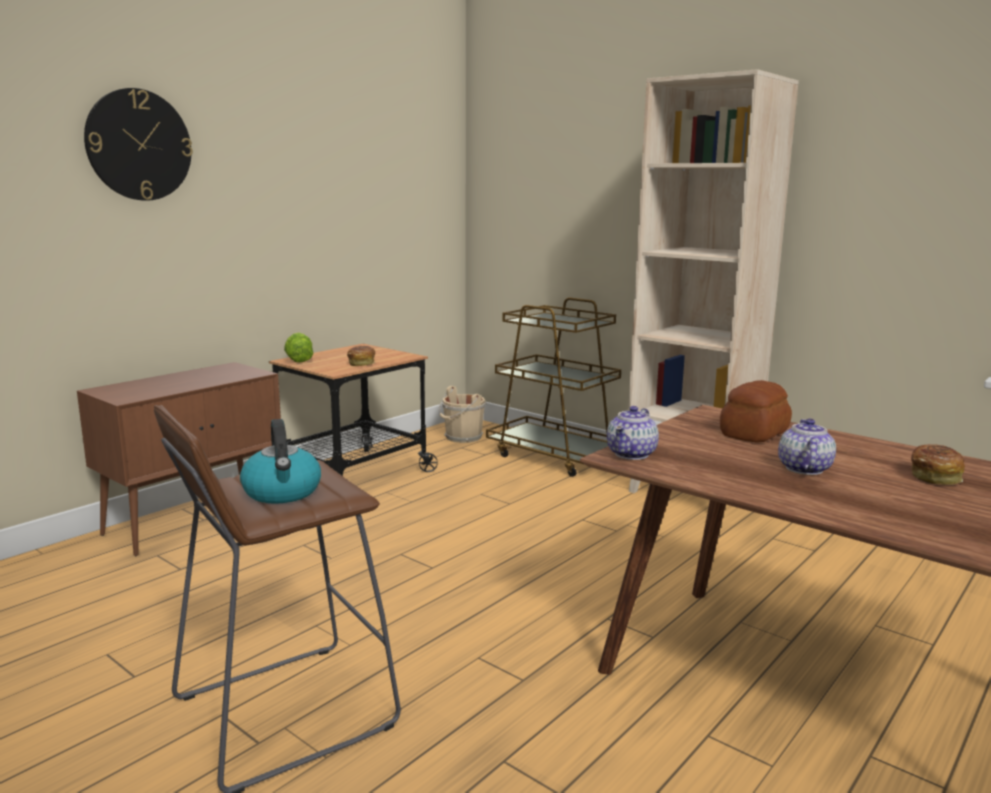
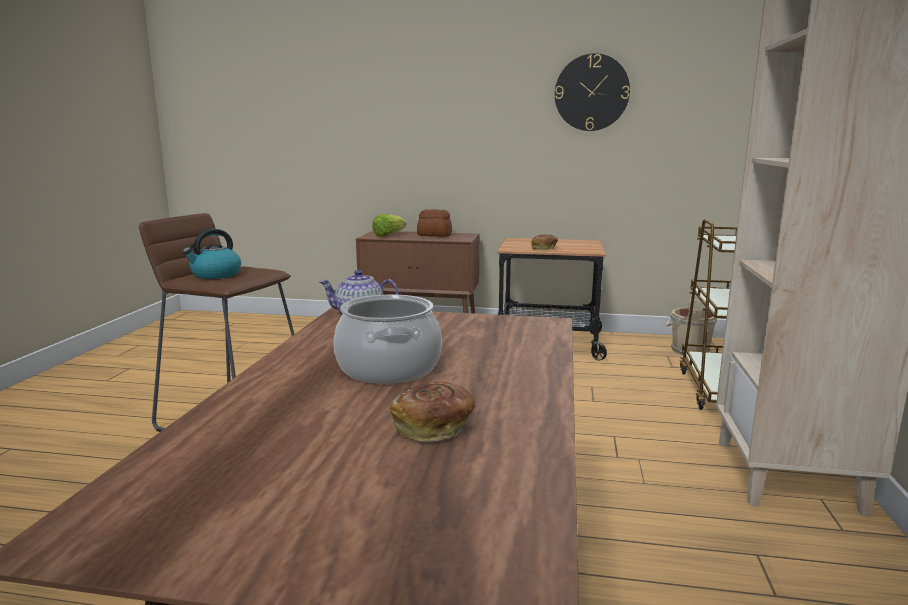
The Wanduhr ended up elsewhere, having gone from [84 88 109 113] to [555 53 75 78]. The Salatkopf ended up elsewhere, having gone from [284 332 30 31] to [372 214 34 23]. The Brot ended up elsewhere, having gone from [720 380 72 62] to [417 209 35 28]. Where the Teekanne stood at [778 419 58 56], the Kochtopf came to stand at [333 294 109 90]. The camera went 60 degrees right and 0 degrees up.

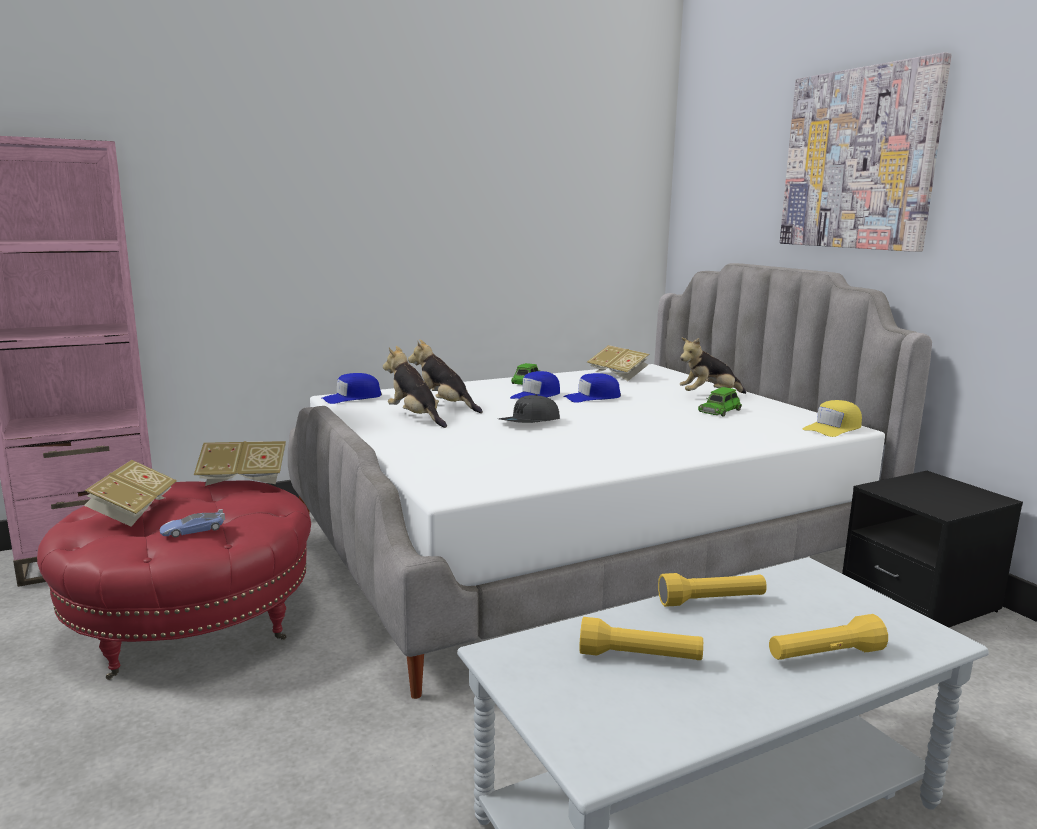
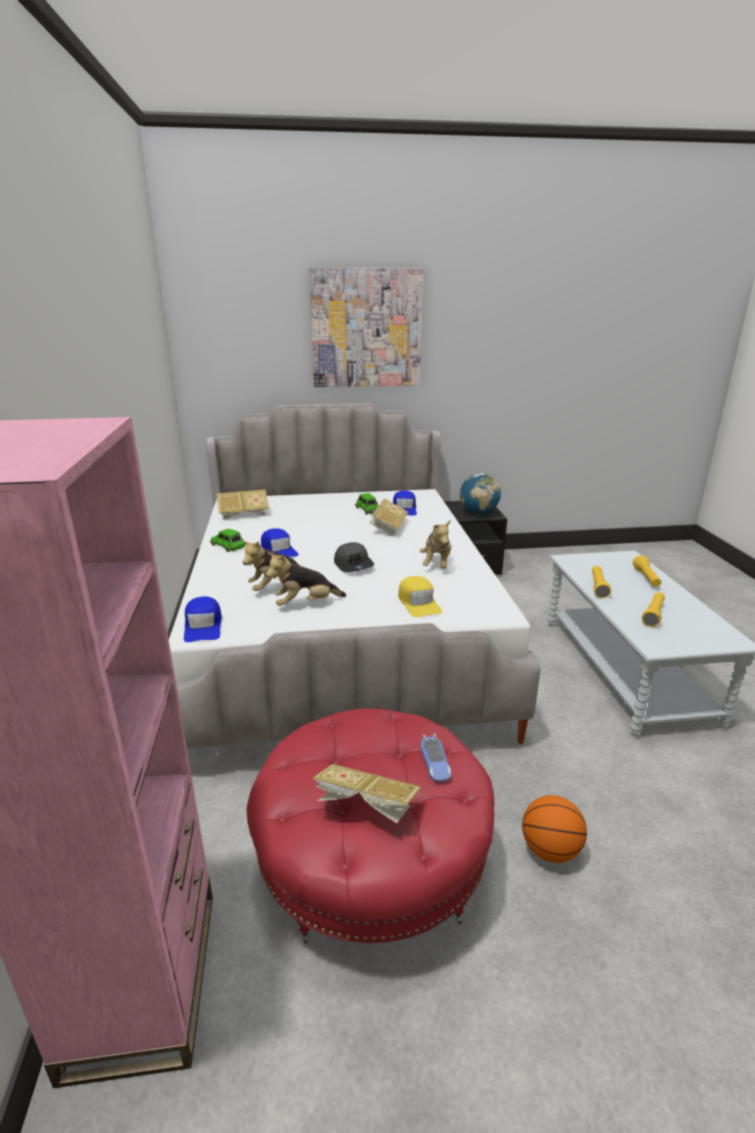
The Buch ended up elsewhere, having gone from [194 441 92 45] to [369 498 39 38]. The Kappe (blau) ended up elsewhere, having gone from [563 373 58 30] to [393 490 24 26]. The Plüschtier ended up elsewhere, having gone from [680 338 66 56] to [420 521 31 47]. The Kappe (gelb) ended up elsewhere, having gone from [803 400 59 37] to [398 576 44 42]. The second view gained the Globus at [460 473 41 41]. The second view gained the Basketball at [522 795 65 68]. The camera went 70 degrees left and 10 degrees up.

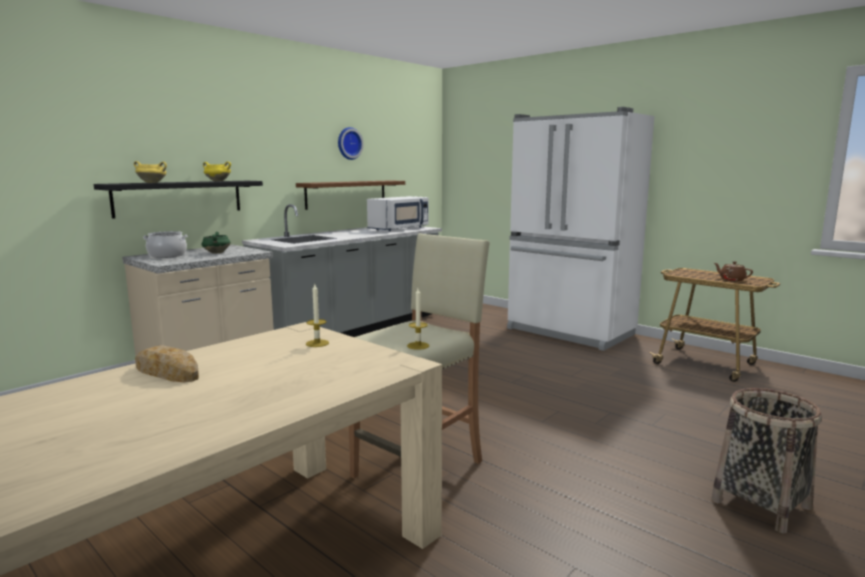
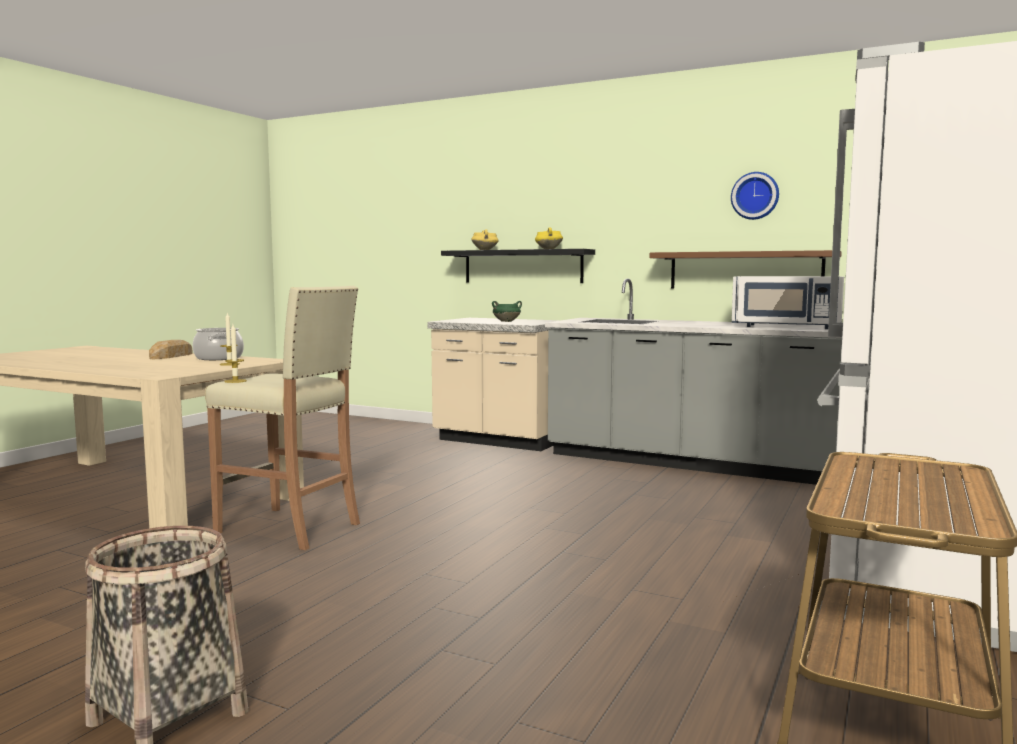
The Kochtopf ended up elsewhere, having gone from [143 231 45 27] to [193 328 51 32]. The second view lost the Teekanne (braun) at [714 262 39 19]. The camera went 75 degrees right and 5 degrees down.

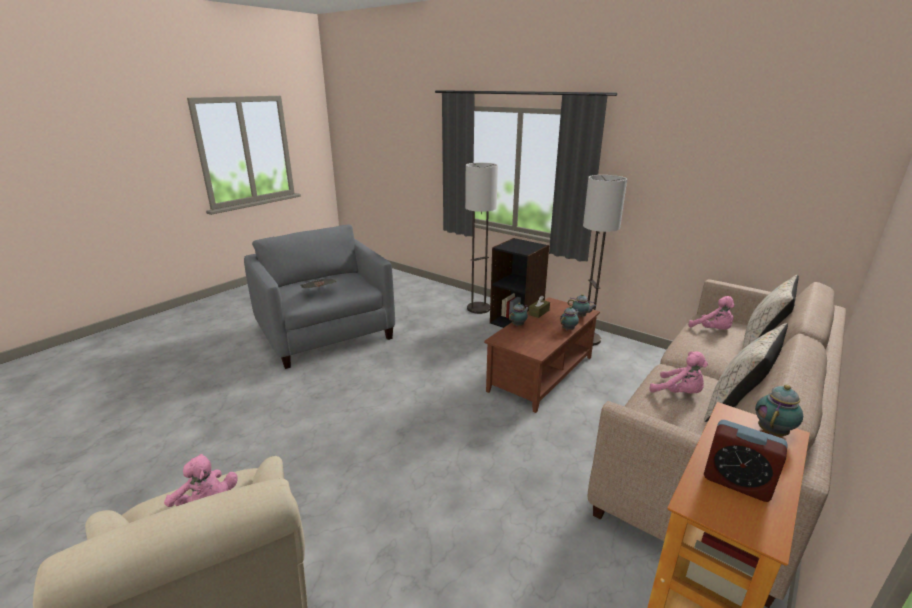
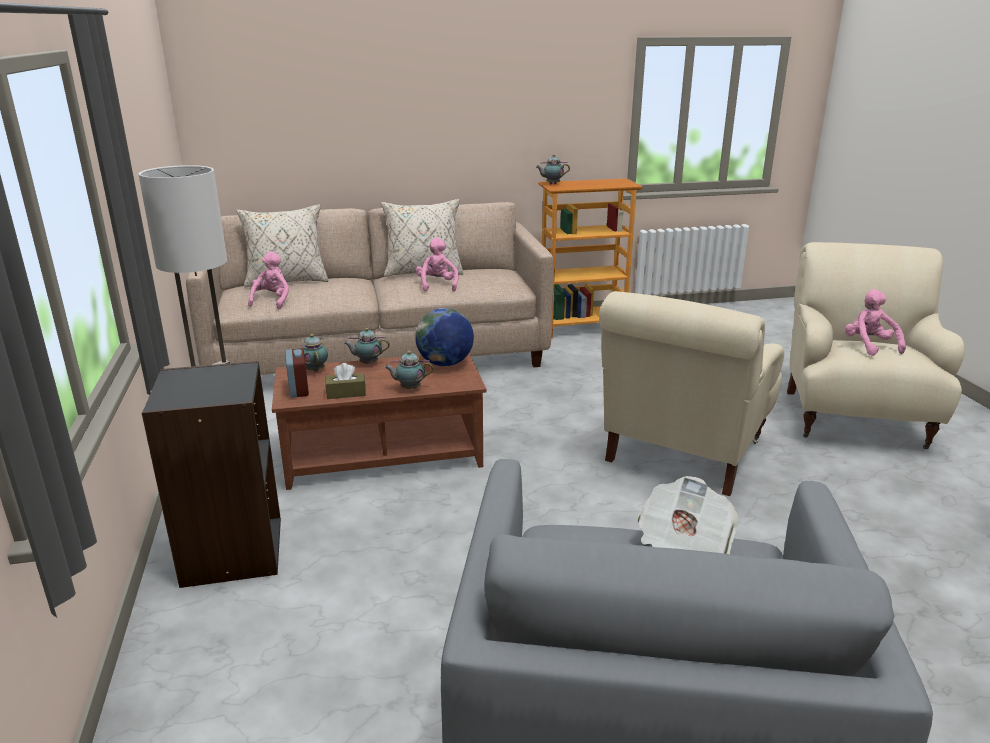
The second view lost the Stehlampe at [465 163 33 151]. The Wecker ended up elsewhere, having gone from [704 420 84 82] to [285 348 24 50]. The second view gained the Globus at [415 308 59 58]. The second view gained the Sessel (beige) at [599 291 185 205]. The camera went 140 degrees left and 0 degrees up.

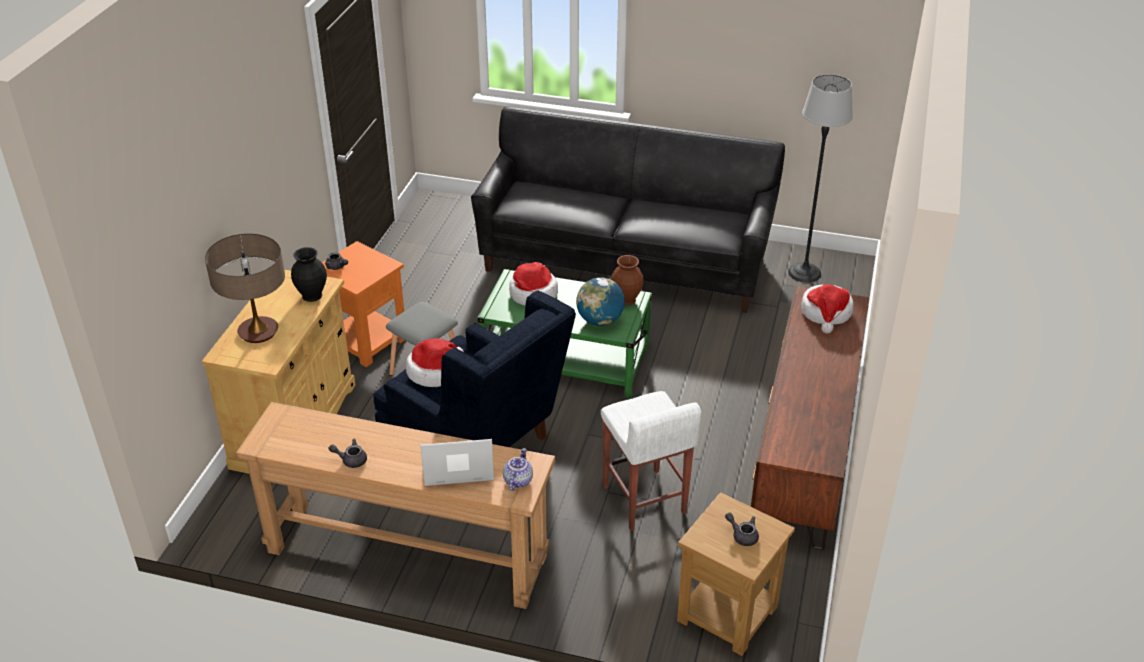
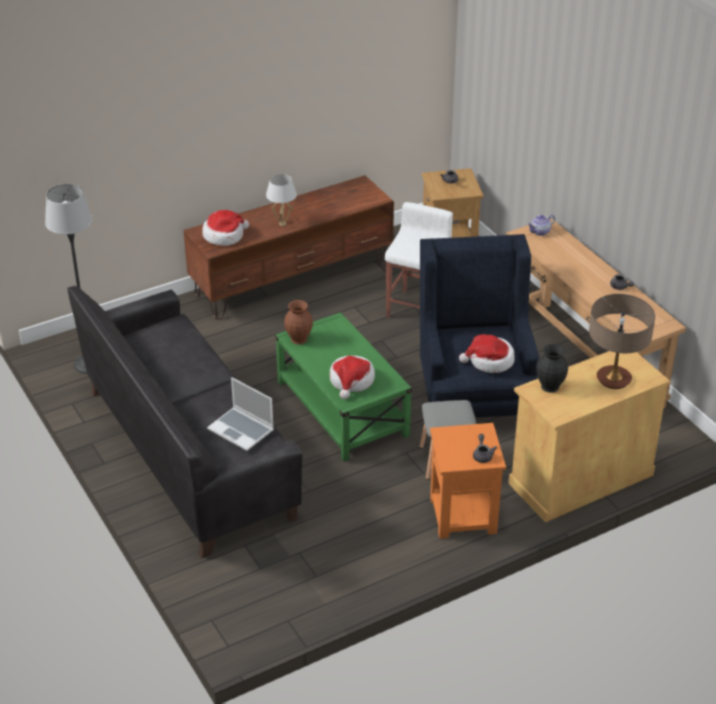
The Laptop ended up elsewhere, having gone from [420 439 74 47] to [207 377 67 74]. The second view lost the Globus at [576 277 49 49]. The second view gained the Tischlampe (weiß) at [266 174 31 52]. The camera went 135 degrees left and 0 degrees up.

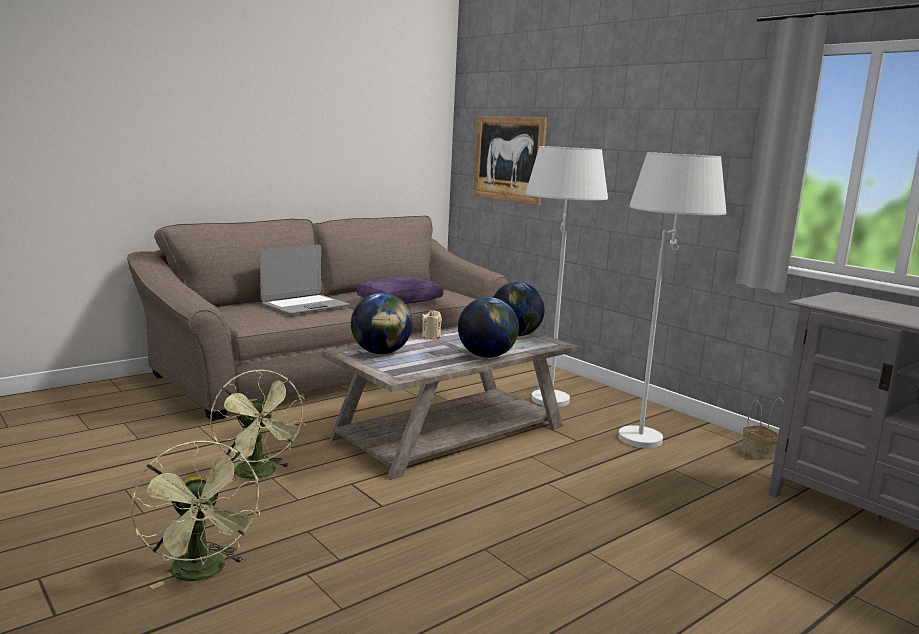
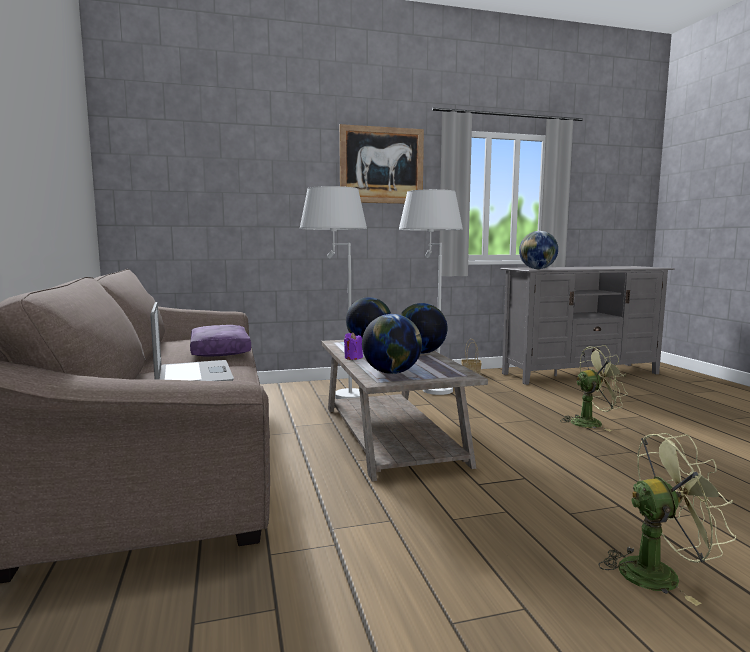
The Ventilator (grün) ended up elsewhere, having gone from [210 370 96 113] to [560 345 68 86]. What was the Kerze (beige) at [422 310 20 29] turned into the Kerze (lila) at [344 332 19 28]. The Bild ended up elsewhere, having gone from [473 116 74 90] to [339 124 85 80]. The second view gained the Globus at [519 231 39 38]. The camera went 65 degrees left and 5 degrees down.

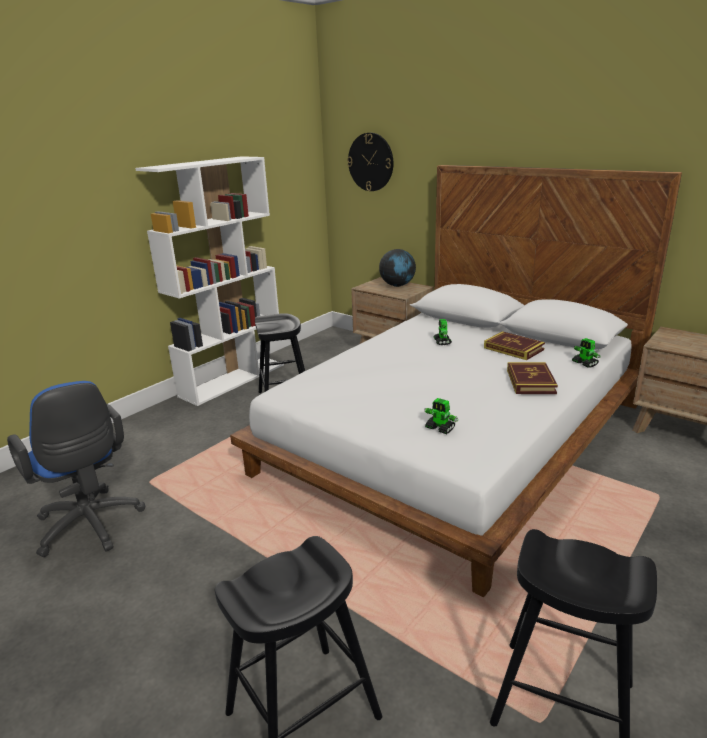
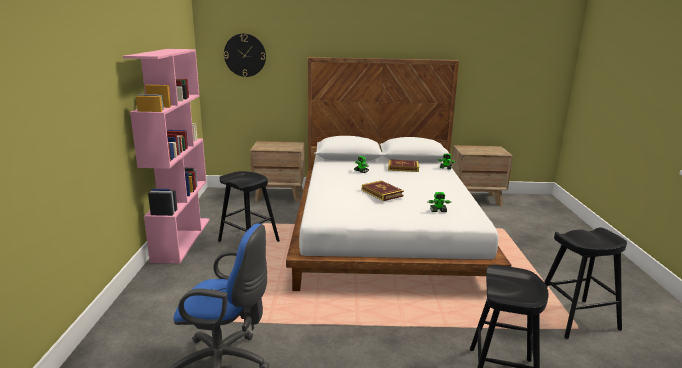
What was the Bücherregal (weiß) at [135 156 149 250] turned into the Bücherregal (rosa) at [123 49 87 215]. The second view lost the Globus at [379 249 37 38]. The Buch ended up elsewhere, having gone from [507 362 51 32] to [362 181 42 20]. The camera went 40 degrees left and 5 degrees down.

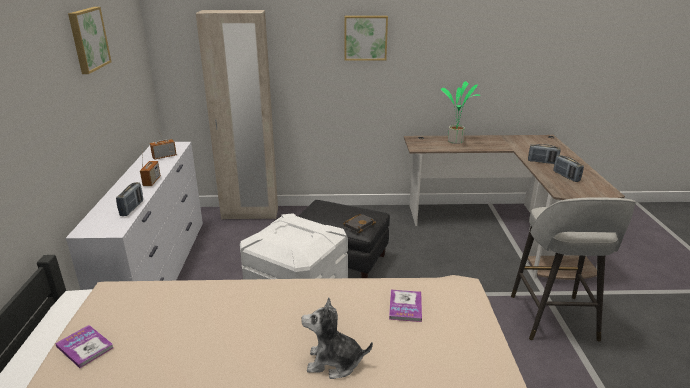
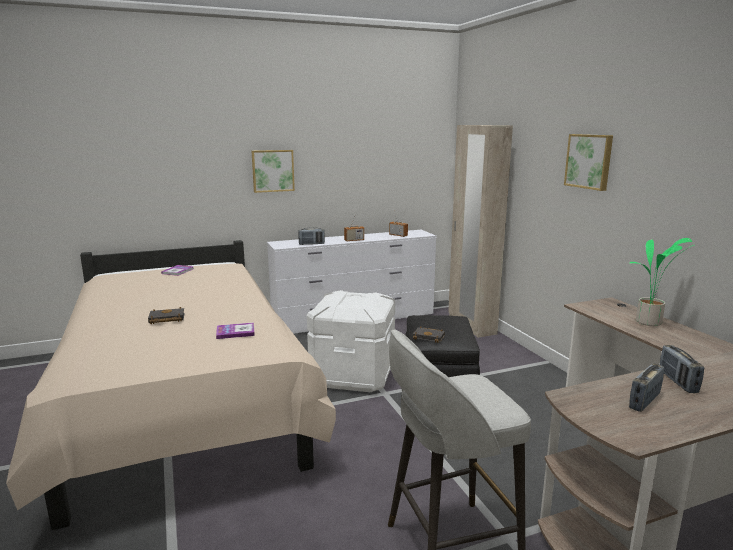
The Bild ended up elsewhere, having gone from [68 7 43 67] to [252 150 43 43]. Where the Plüschtier stood at [302 297 71 82], the Buch (schwarz) came to stand at [148 307 37 17]. The camera went 70 degrees right and 10 degrees down.

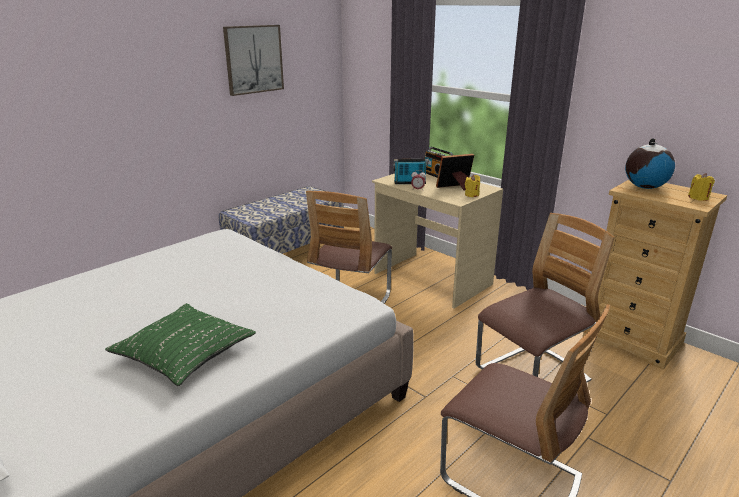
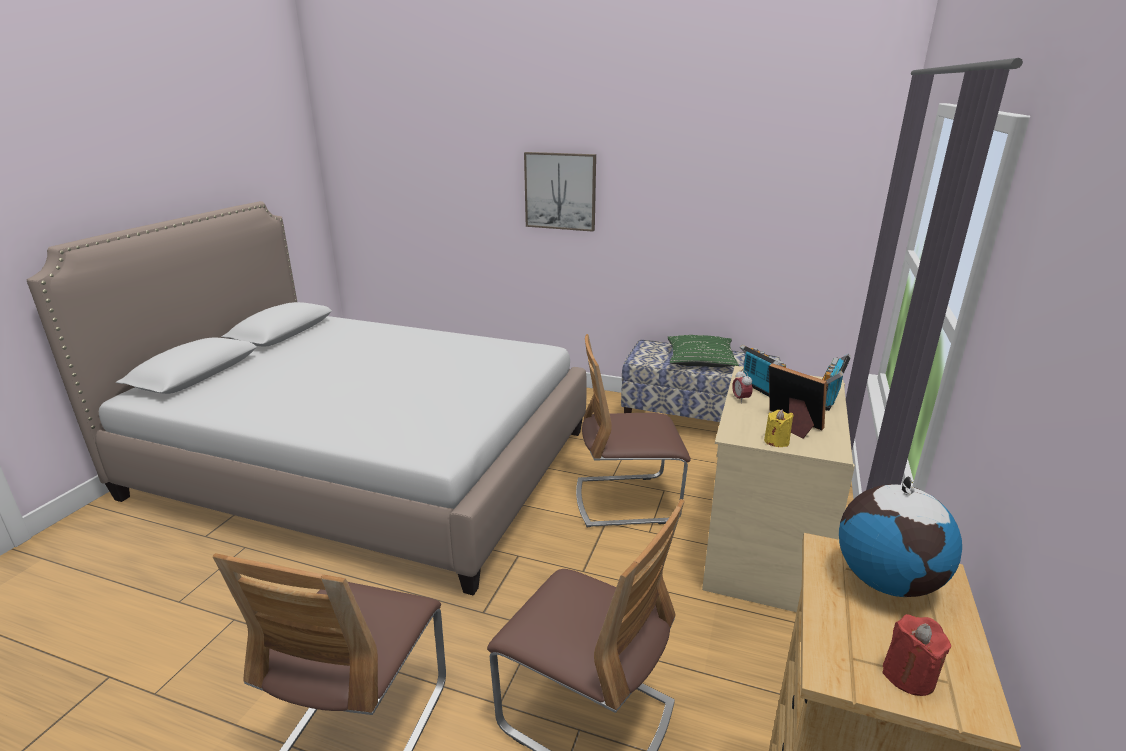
The Kissen (grün) ended up elsewhere, having gone from [105 303 151 83] to [667 335 72 32]. The Bild ended up elsewhere, having gone from [223 25 61 71] to [524 152 72 80]. What was the Kerze (gelb) at [688 173 27 28] turned into the Kerze (rot) at [882 614 69 82]. The camera went 65 degrees right and 0 degrees up.

